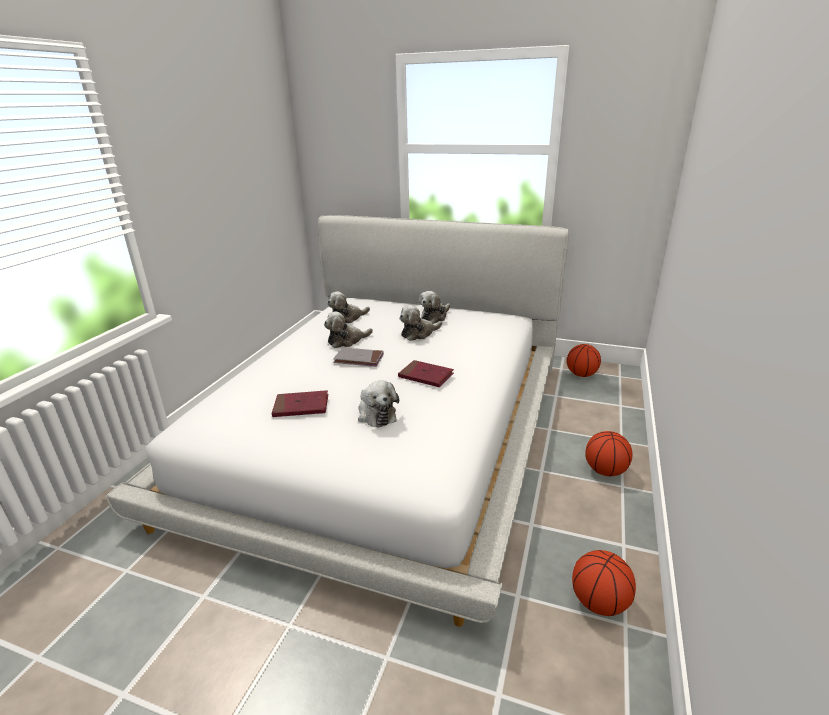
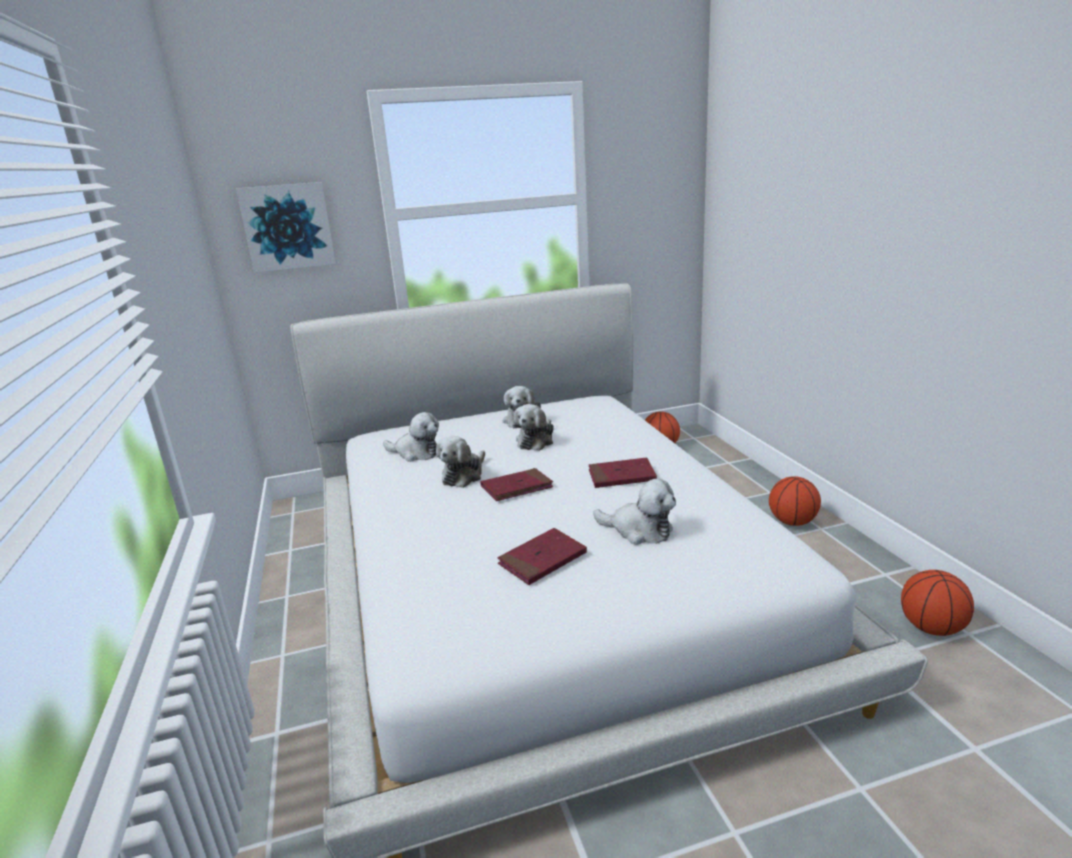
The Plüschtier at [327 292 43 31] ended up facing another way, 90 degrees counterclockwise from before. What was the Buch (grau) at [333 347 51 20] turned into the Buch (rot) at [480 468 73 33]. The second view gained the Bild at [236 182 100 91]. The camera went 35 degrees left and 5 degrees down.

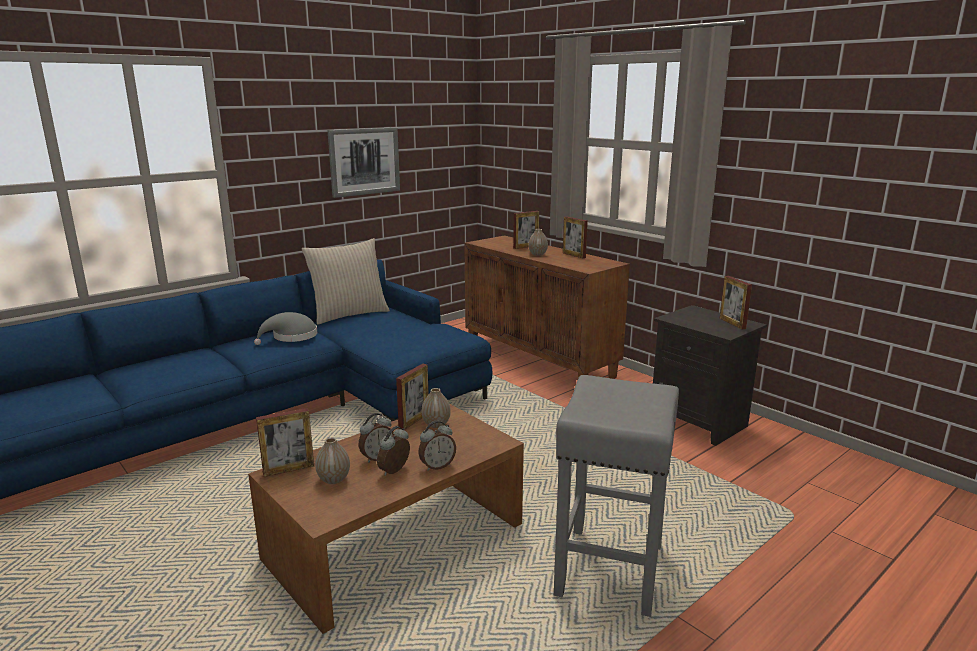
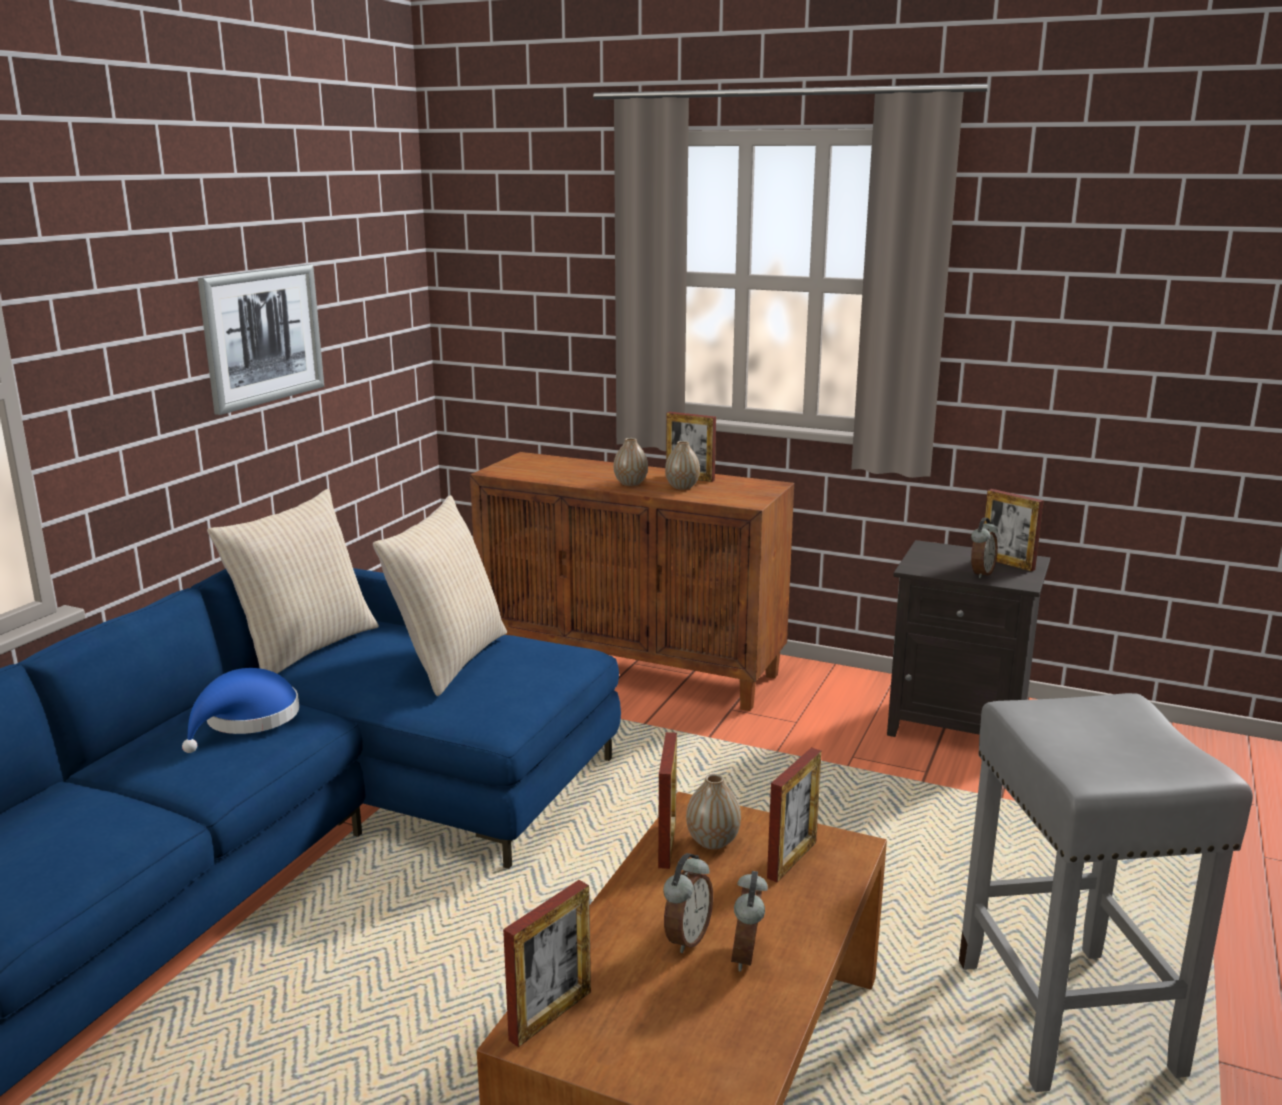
What was the Hut (grau) at [254 312 63 33] turned into the Hut (blau) at [182 668 117 85]. The Vase ended up elsewhere, having gone from [315 438 35 46] to [665 441 35 49]. The Wecker ended up elsewhere, having gone from [418 421 38 50] to [971 518 27 60]. The Bilderrahmen ended up elsewhere, having gone from [513 211 26 38] to [767 748 55 135]. The second view gained the Kissen (beige) at [373 495 134 201]. The camera went 25 degrees left and 0 degrees up.

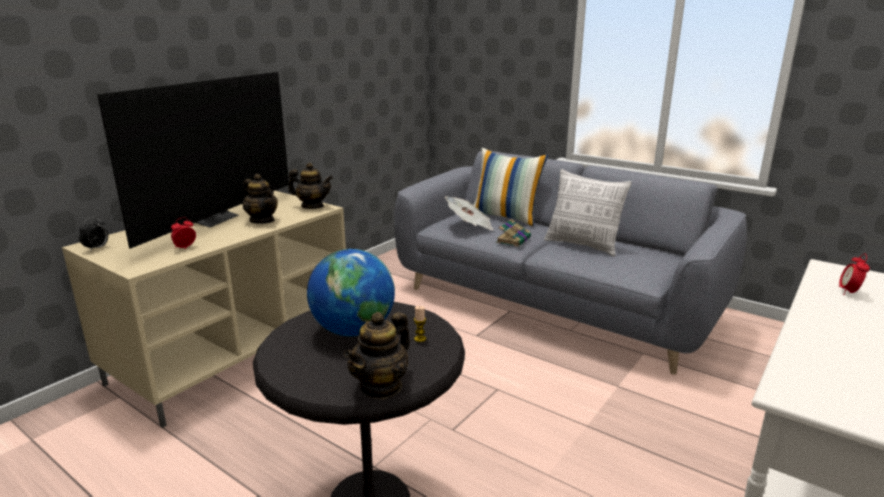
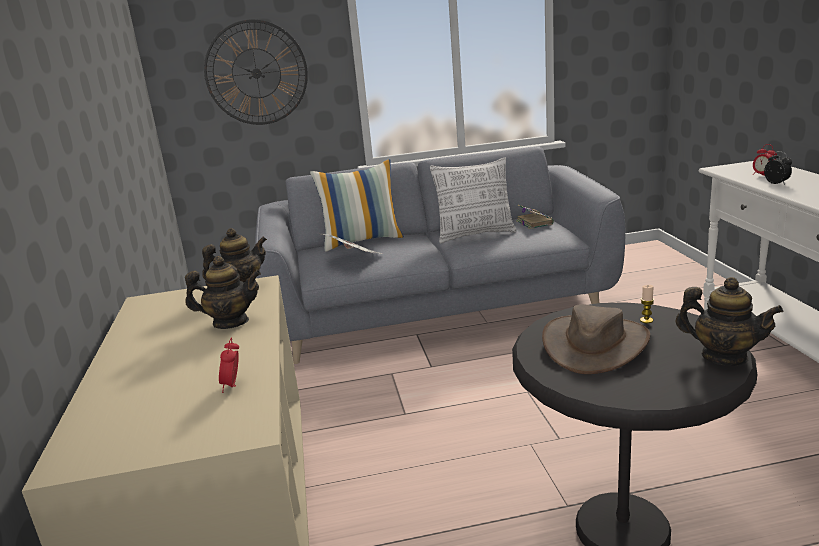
The Wecker ended up elsewhere, having gone from [79 217 29 35] to [764 151 28 34]. The second view lost the Fernseher at [97 72 192 176]. Where the Globus stood at [307 249 88 87], the Hut (braun) came to stand at [542 304 108 70]. The Teekanne at [344 312 66 88] ended up facing another way, 45 degrees counterclockwise from before. The Buch ended up elsewhere, having gone from [496 219 35 28] to [516 205 38 24]. The second view gained the Wanduhr at [204 19 104 106]. The camera went 45 degrees left and 0 degrees up.

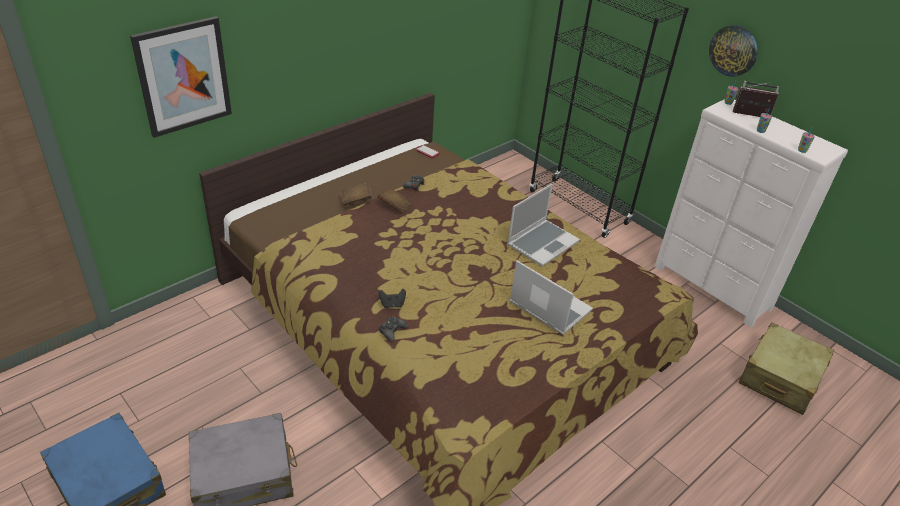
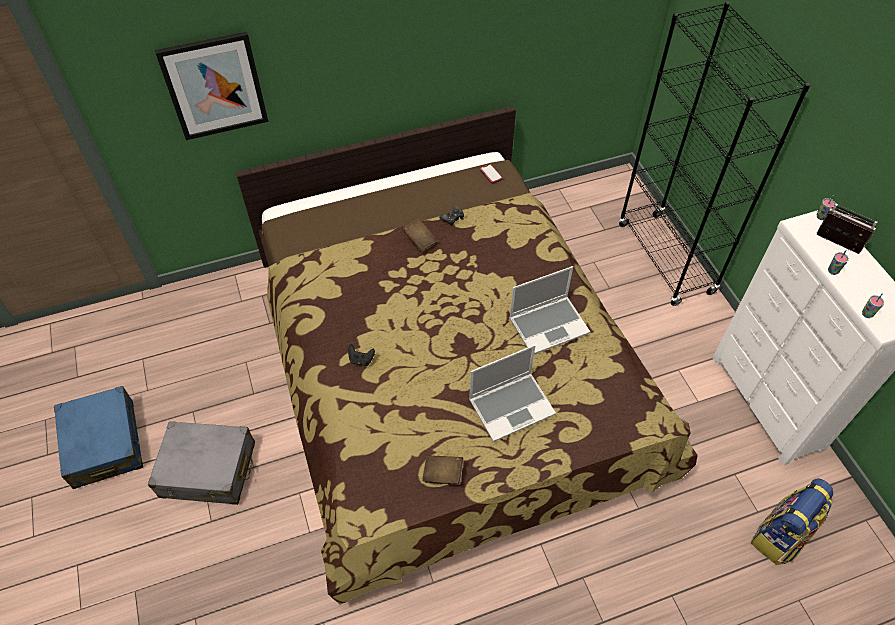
The Buch (braun) ended up elsewhere, having gone from [341 182 31 25] to [422 455 42 30]. The second view lost the Gamepad (schwarz) at [379 316 29 26]. The Laptop at [510 260 83 75] ended up facing another way, 90 degrees clockwise from before. The second view lost the Wanduhr at [709 25 49 52]. Where the Koffer (beige) stood at [738 322 96 93], the Rucksack came to stand at [751 478 82 87]. The camera went 25 degrees right and 15 degrees up.

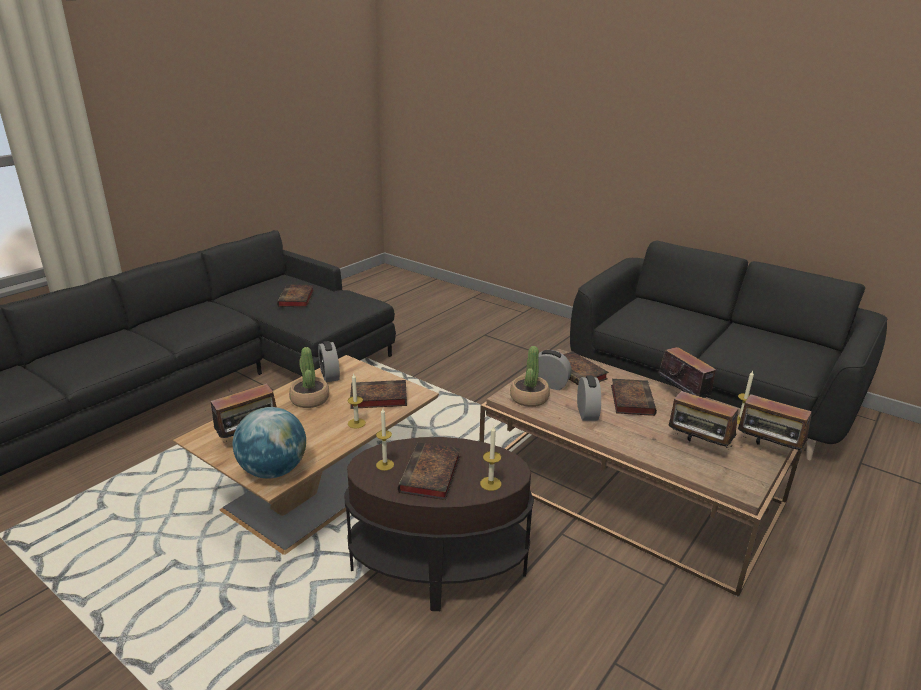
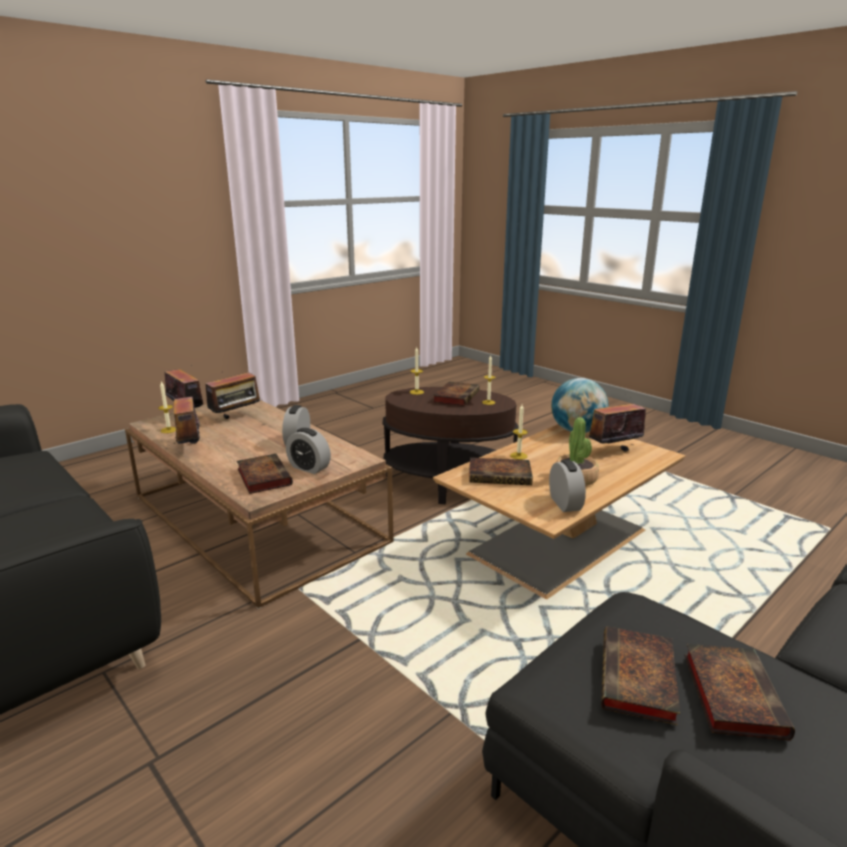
The second view lost the Topfpflanze at [510 346 40 61]. The Buch ended up elsewhere, having gone from [611 379 46 37] to [601 626 79 99]. The Radio at [668 391 71 57] ended up facing another way, 90 degrees clockwise from before. The camera went 170 degrees left and 5 degrees down.

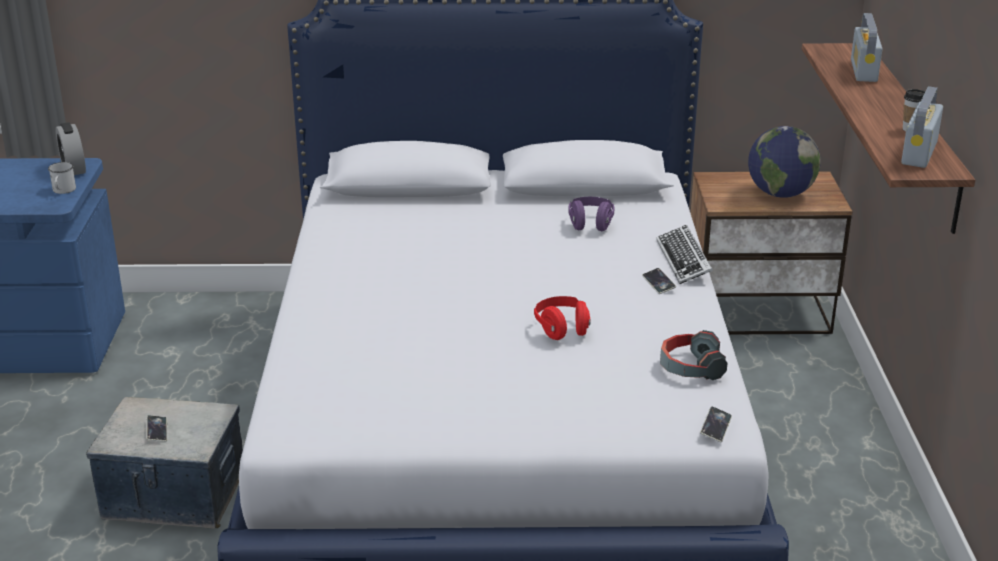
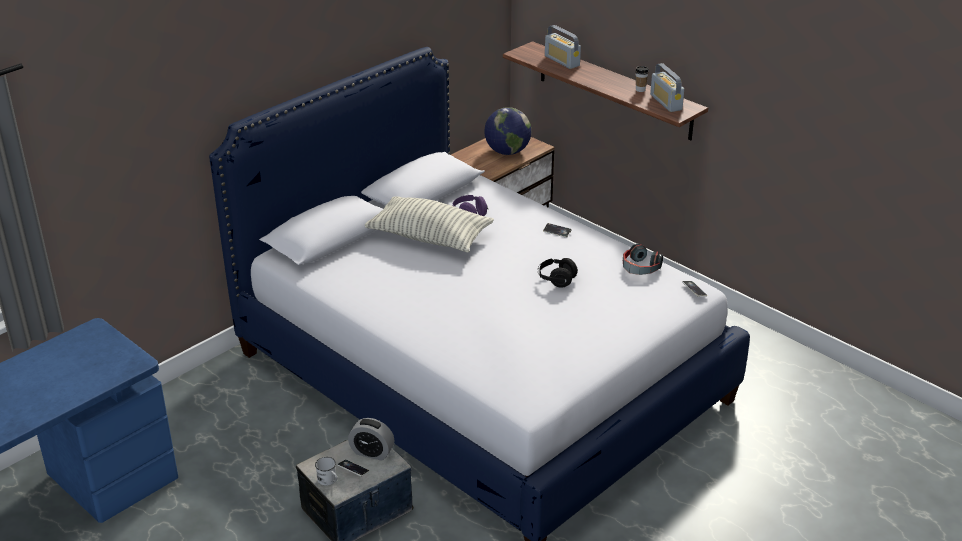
The Henkelbecher (weiß) ended up elsewhere, having gone from [48 162 28 32] to [315 457 23 29]. The Wecker ended up elsewhere, having gone from [55 122 31 53] to [348 418 46 43]. What was the Kopfhörer (rot) at [534 296 57 44] turned into the Kopfhörer (schwarz) at [538 258 40 30]. The second view lost the Tastatur at [657 225 56 59]. The second view gained the Kissen at [365 196 129 57]. The camera went 45 degrees left and 5 degrees up.

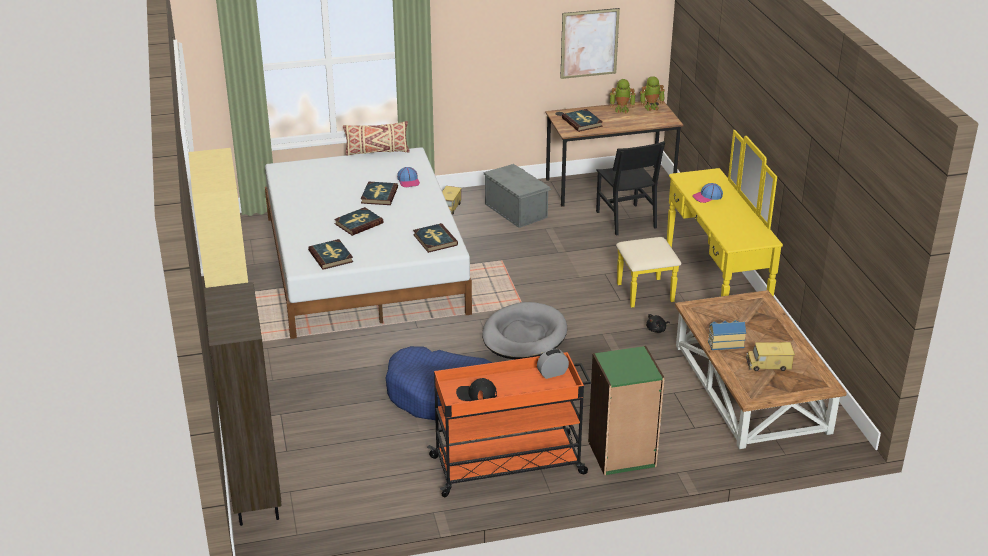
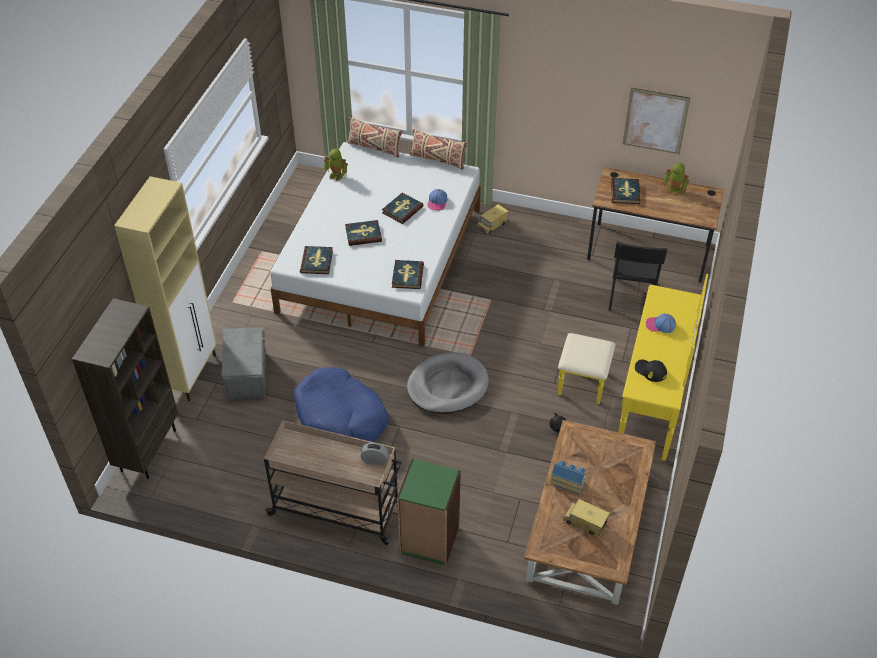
What was the Rollwagen (orange) at [427 352 164 145] turned into the Rollwagen (beige) at [264 420 138 125]. The Kappe (schwarz) ended up elsewhere, having gone from [456 378 41 23] to [635 359 32 23]. The Aufbewahrungsbox (grau) ended up elsewhere, having gone from [483 164 69 64] to [222 327 44 73]. The Spielzeugroboter ended up elsewhere, having gone from [640 76 25 35] to [324 148 24 33]. The second view gained the Kissen (beige) at [347 117 55 41]. The camera went 30 degrees right and 15 degrees up.

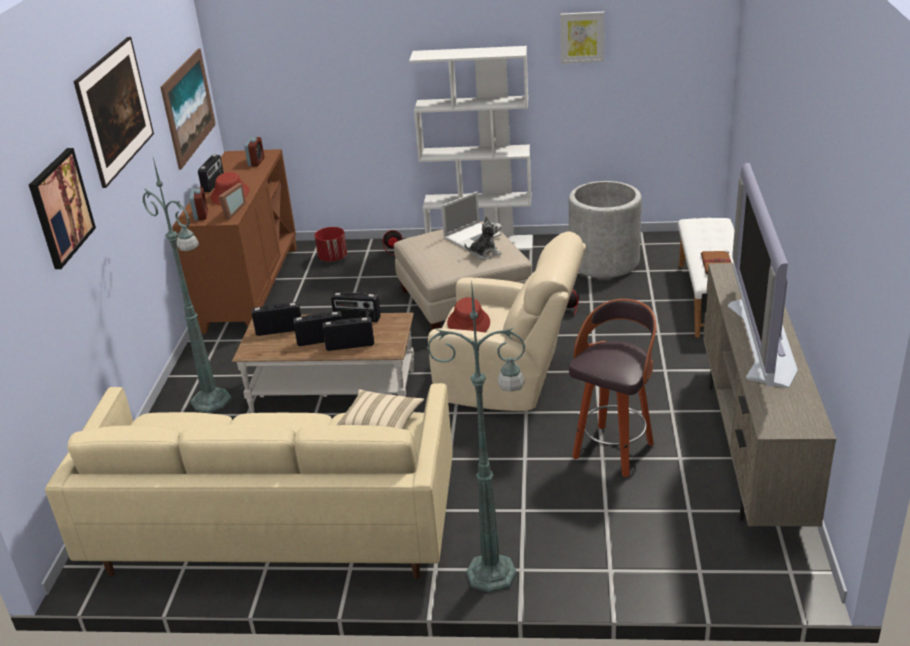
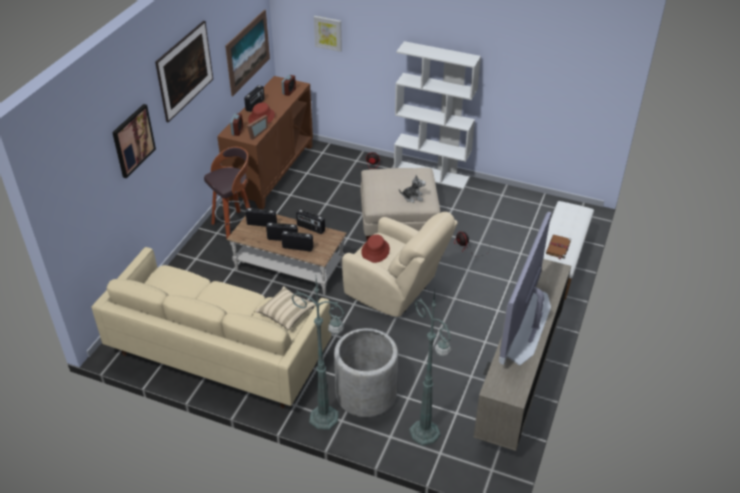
The Stehlampe (grün) ended up elsewhere, having gone from [143 158 89 255] to [409 291 43 155]. The second view lost the Pflanzkübel (rot) at [315 227 32 35]. The second view lost the Laptop at [441 192 61 57]. The Bild ended up elsewhere, having gone from [560 12 44 52] to [314 16 28 36]. The Pflanzkübel (grau) ended up elsewhere, having gone from [569 181 73 97] to [334 328 64 89]. The Hocker ended up elsewhere, having gone from [569 299 87 178] to [204 147 46 91]. The camera went 15 degrees right and 10 degrees up.

